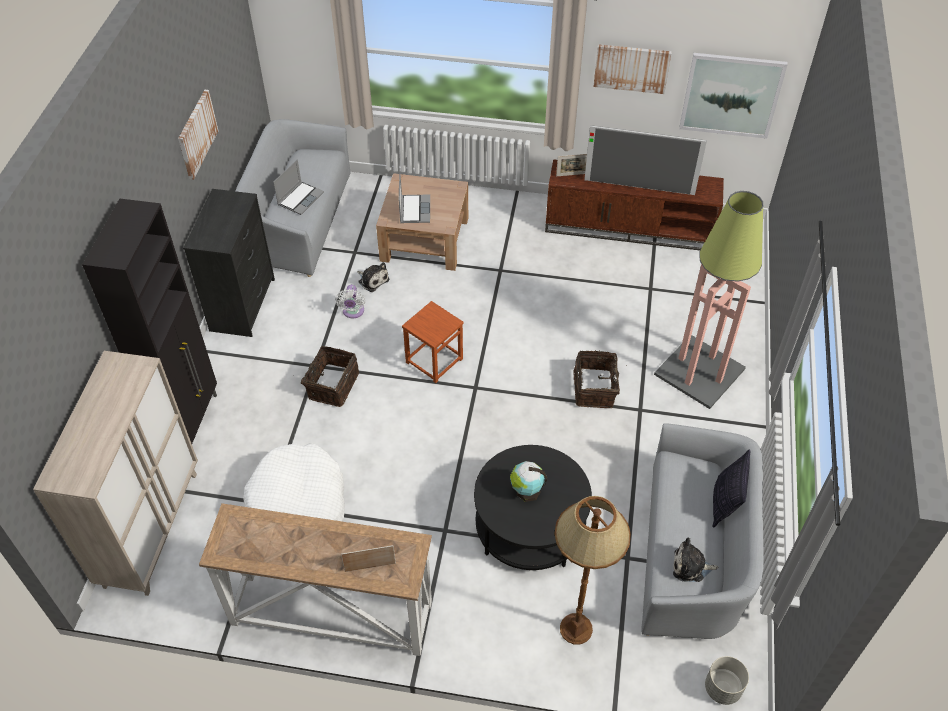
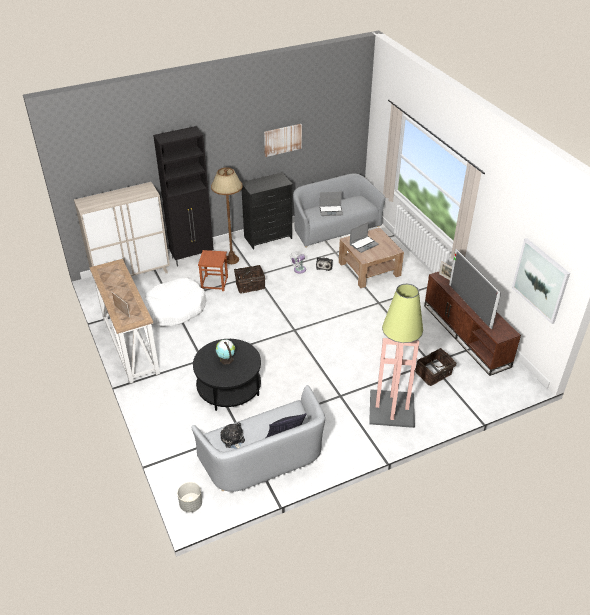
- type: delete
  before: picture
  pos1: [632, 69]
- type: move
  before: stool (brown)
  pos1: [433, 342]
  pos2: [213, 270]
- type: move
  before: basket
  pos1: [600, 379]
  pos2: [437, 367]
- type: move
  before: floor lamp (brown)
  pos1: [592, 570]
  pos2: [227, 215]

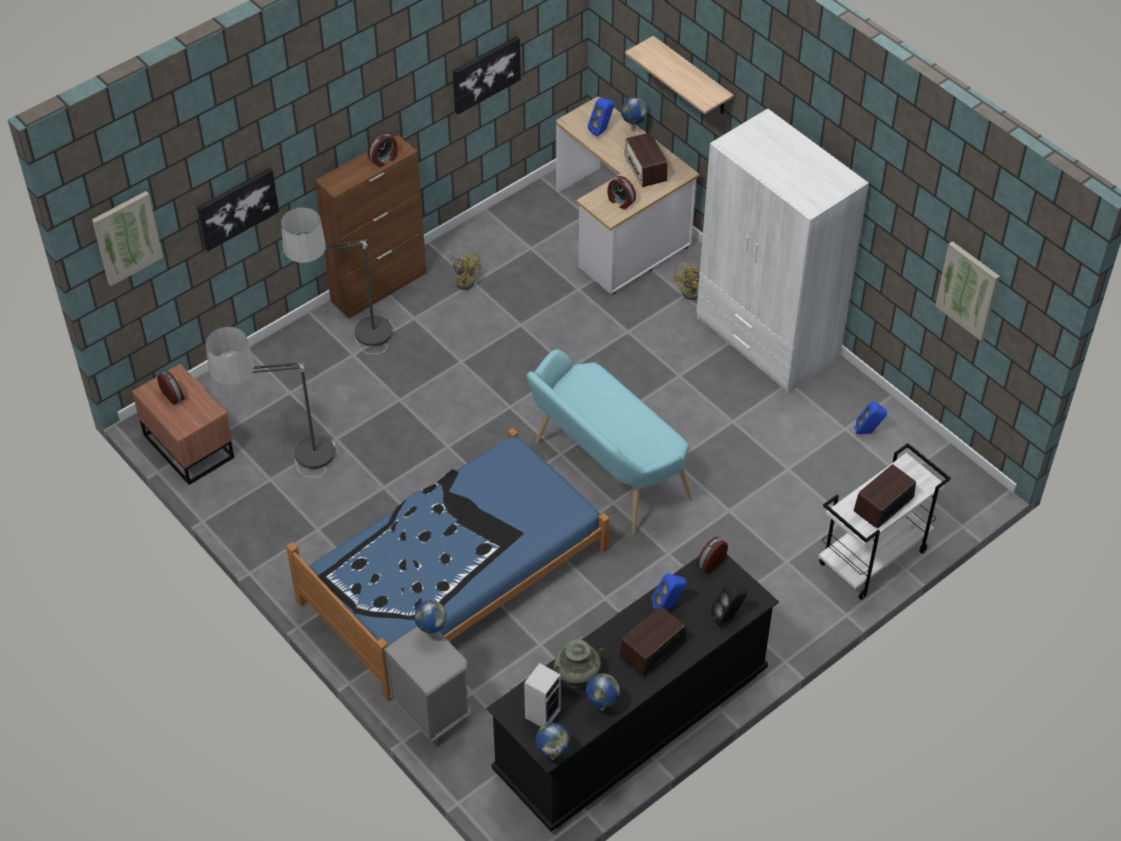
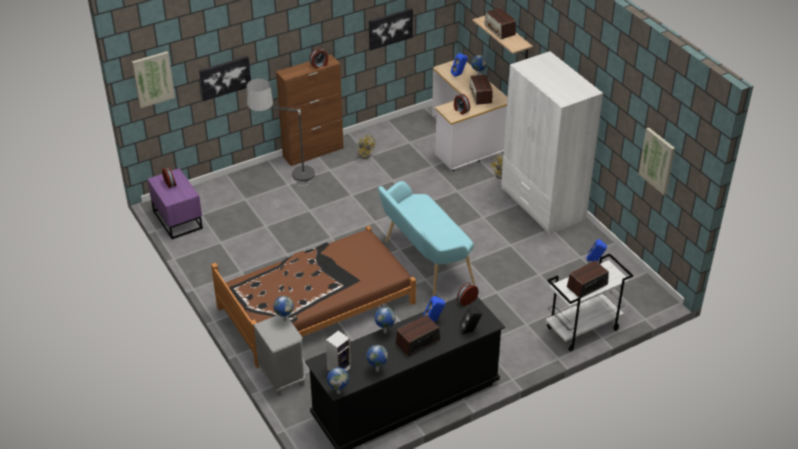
- type: delete
  before: floor lamp
  pos1: [272, 402]
- type: recolor
  before: nightstand (brown)
  after: nightstand (purple)
  pos1: [183, 424]
  pos2: [175, 203]
- type: recolor
  before: bed (blue)
  after: bed (brown)
  pos1: [447, 565]
  pos2: [313, 297]
- type: delete
  before: vase (turquoise)
  pos1: [578, 663]
- type: insert
  after: radio
  pos2: [500, 23]
- type: insert
  after: globe
  pos2: [385, 320]

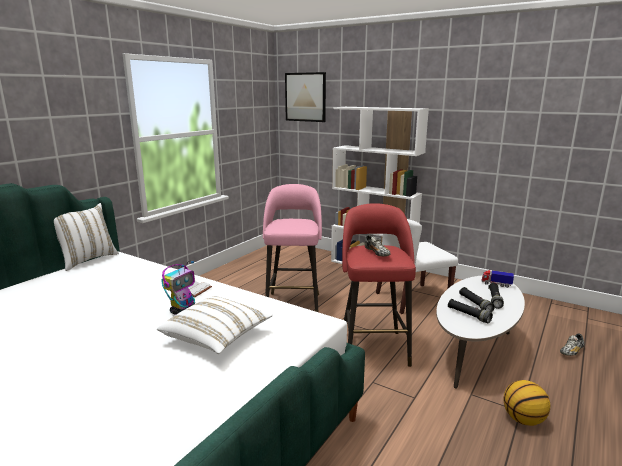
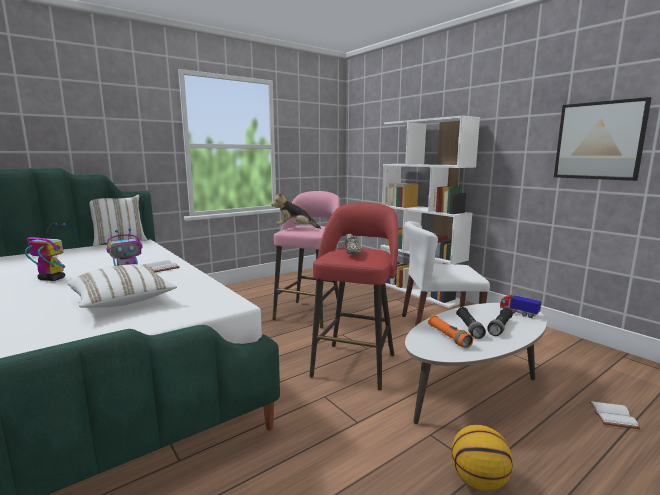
- type: move
  before: picture
  pos1: [305, 97]
  pos2: [603, 139]
- type: recolor
  before: flashlight (black)
  after: flashlight (orange)
  pos1: [470, 311]
  pos2: [450, 331]
- type: replace
  before: shoe
  after: book (white)
  pos1: [572, 345]
  pos2: [615, 415]
- type: insert
  after: plush toy
  pos2: [296, 211]
- type: insert
  after: toy robot
  pos2: [45, 252]

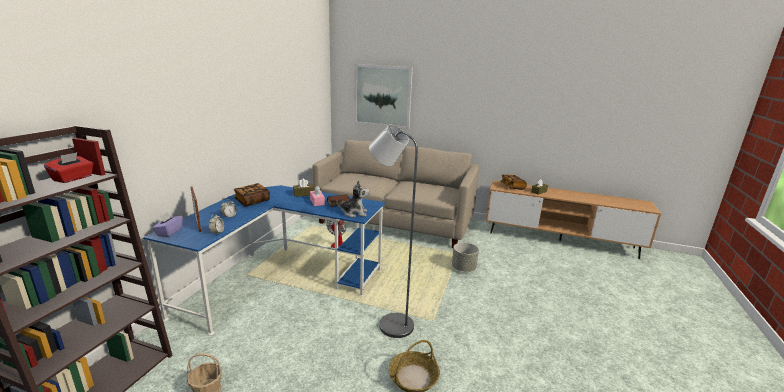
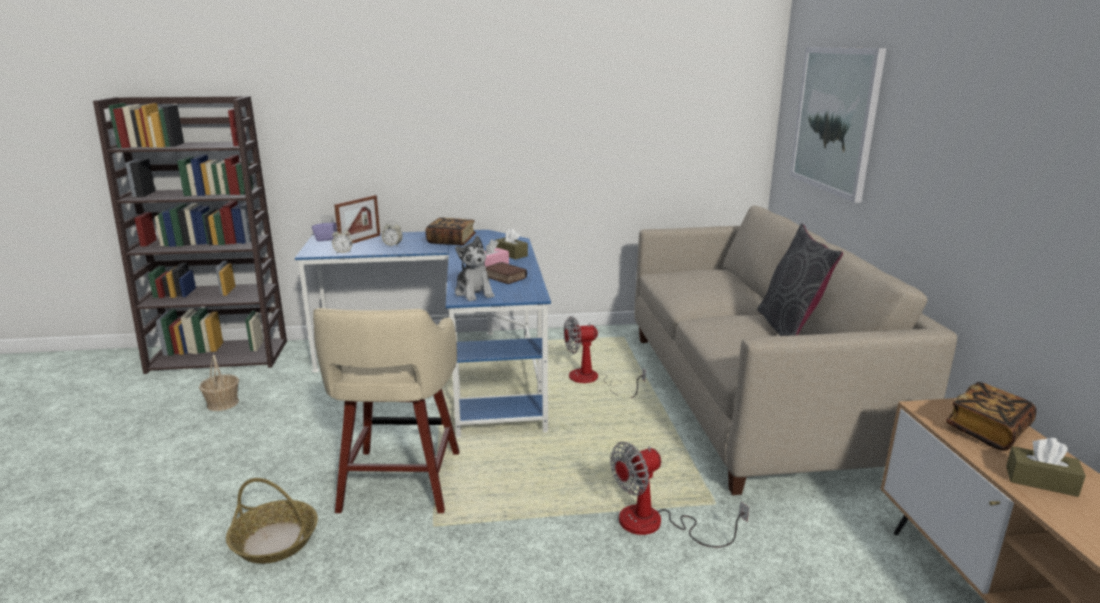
- type: replace
  before: floor lamp (grey)
  after: stool (beige)
  pos1: [393, 231]
  pos2: [386, 410]
- type: delete
  before: tissue box (red)
  pos1: [69, 167]
- type: replace
  before: planter (grey)
  after: fan
  pos1: [465, 257]
  pos2: [679, 495]
- type: insert
  after: pillow (grey)
  pos2: [800, 280]

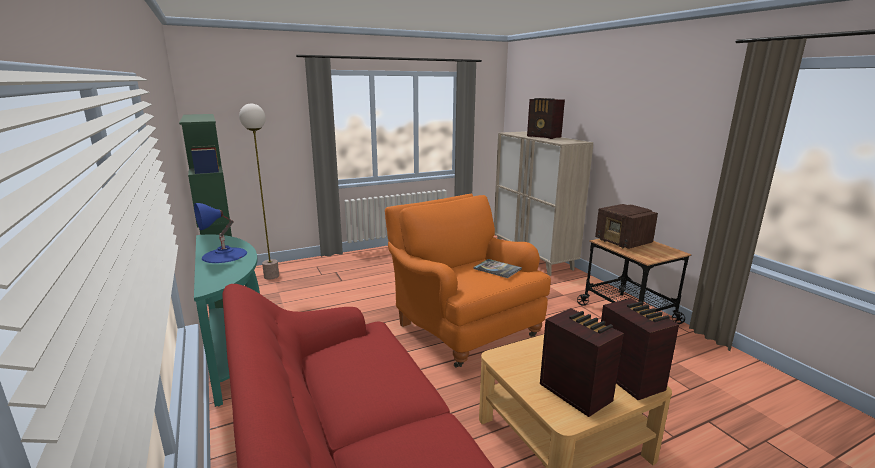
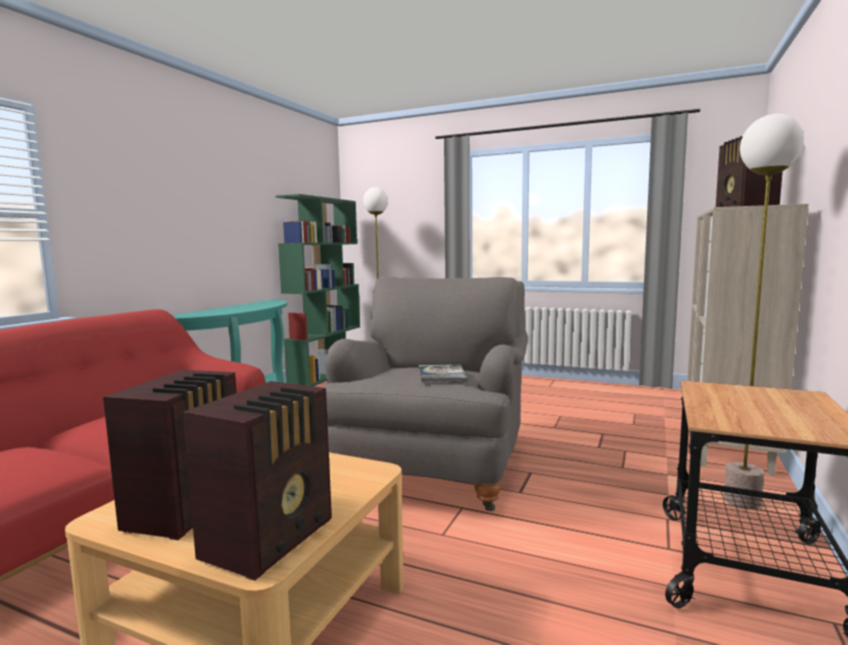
- type: recolor
  before: armchair (orange)
  after: armchair (grey)
  pos1: [468, 281]
  pos2: [424, 394]
- type: delete
  before: table lamp (blue)
  pos1: [220, 233]
- type: delete
  before: radio
  pos1: [626, 226]
- type: insert
  after: floor lamp
  pos2: [764, 311]

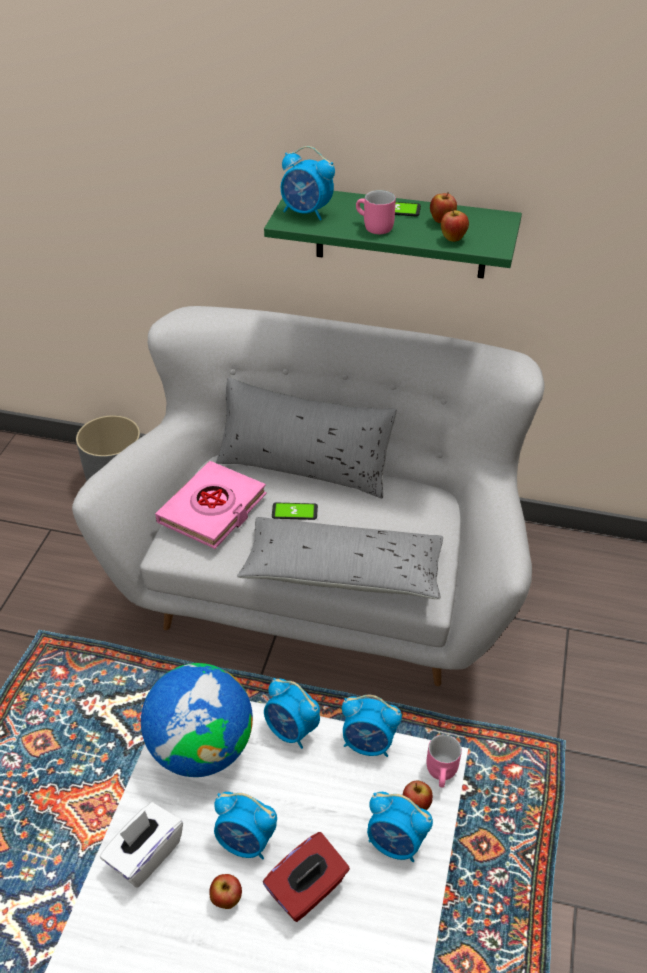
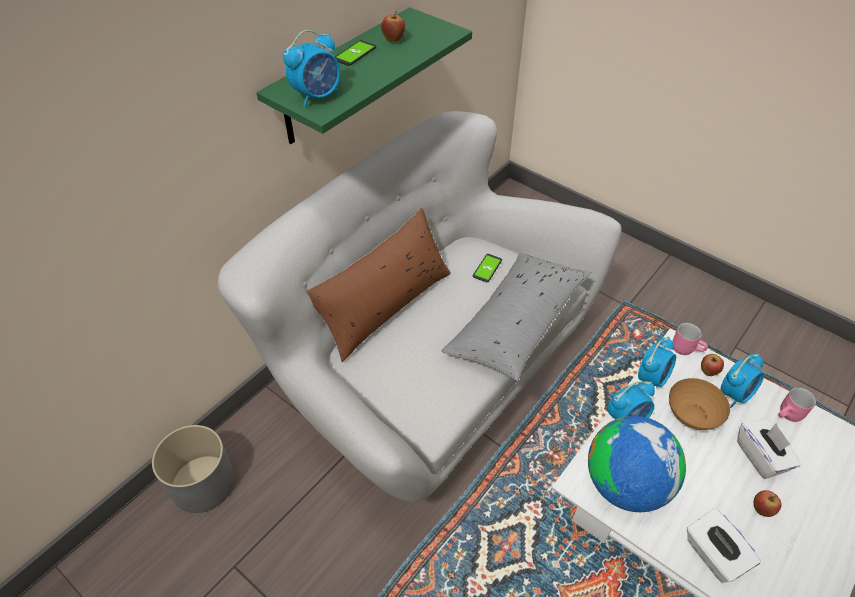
- type: move
  before: mug (pink)
  pos1: [376, 212]
  pos2: [797, 404]
- type: delete
  before: apple
  pos1: [455, 225]
- type: recolor
  before: pillow (grey)
  after: pillow (brown)
  pos1: [306, 437]
  pos2: [378, 284]
- type: delete
  before: book (pink)
  pos1: [211, 505]
- type: move
  before: phone
  pos1: [295, 511]
  pos2: [487, 268]
- type: delete
  before: alarm clock
  pos1: [245, 826]
- type: recolor
  before: tissue box (red)
  after: tissue box (white)
  pos1: [306, 877]
  pos2: [769, 449]
- type: insert
  after: bowl (brown)
  pos2: [699, 404]

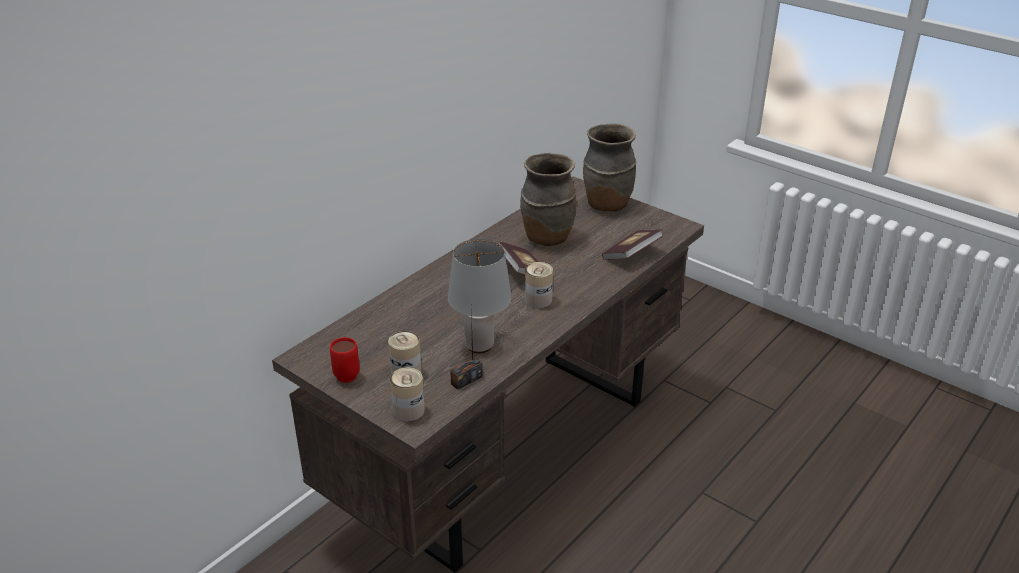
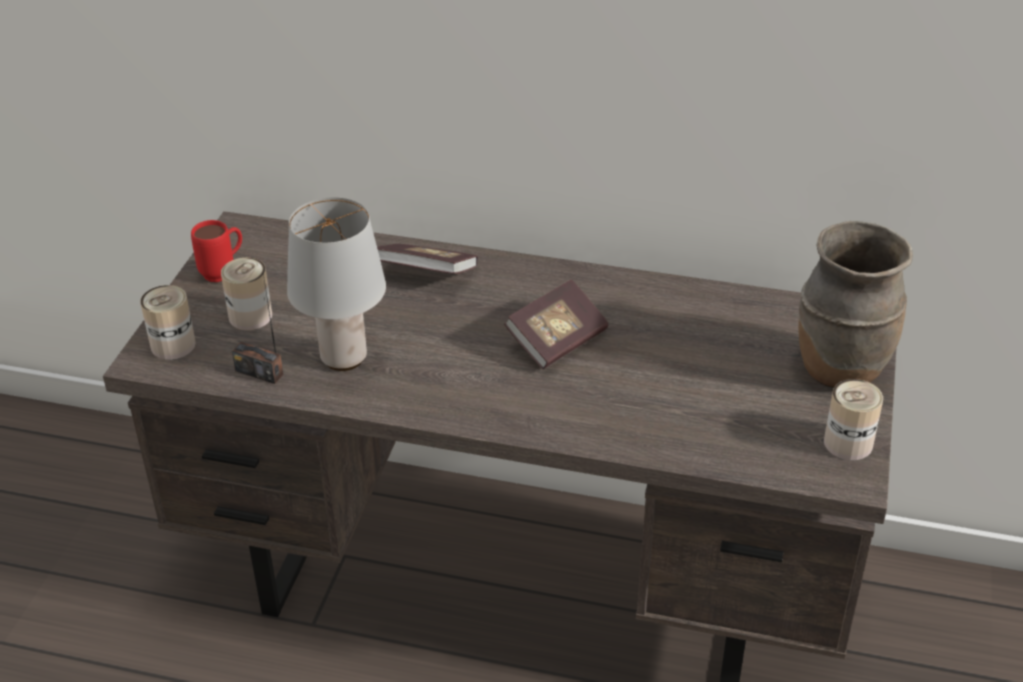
- type: delete
  before: vase (brown)
  pos1: [548, 199]
- type: move
  before: book
  pos1: [633, 244]
  pos2: [427, 259]
- type: move
  before: can
  pos1: [539, 285]
  pos2: [853, 419]

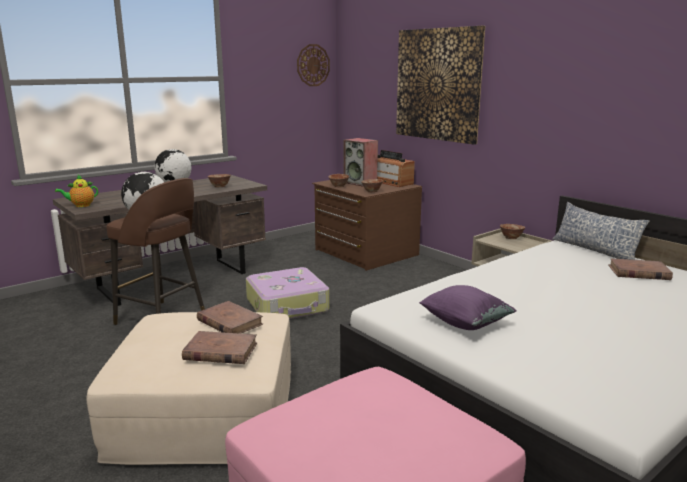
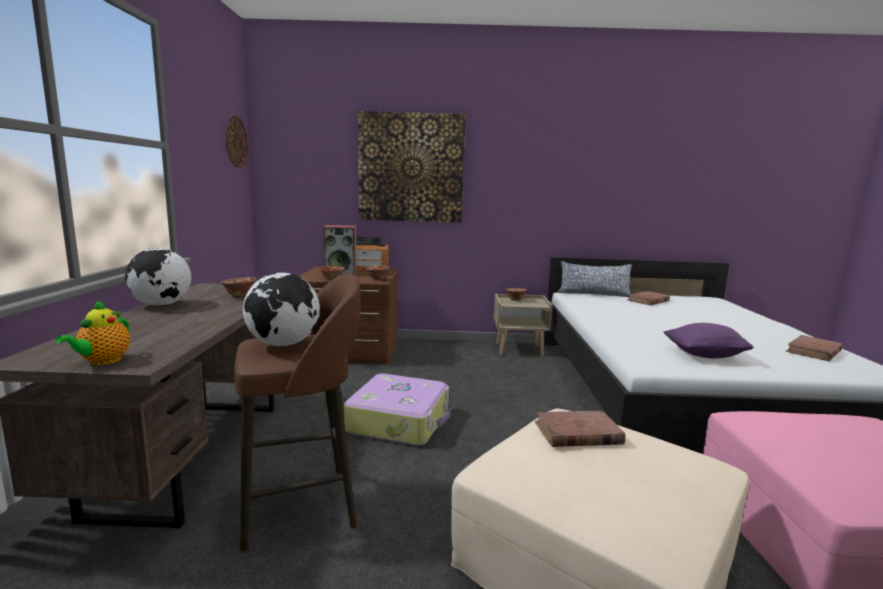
- type: move
  before: book (brown)
  pos1: [219, 347]
  pos2: [814, 348]

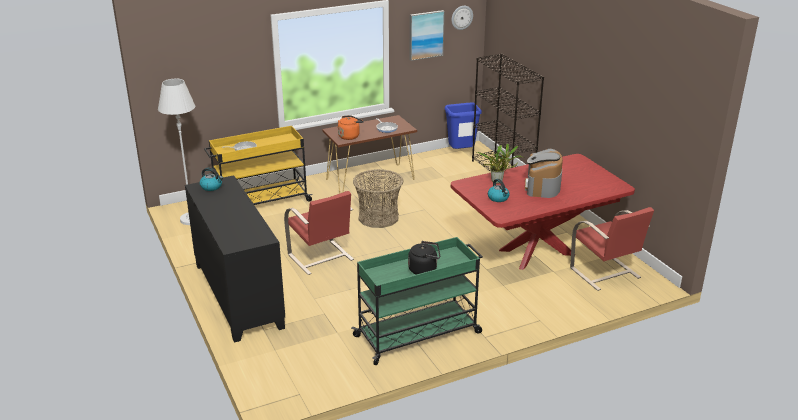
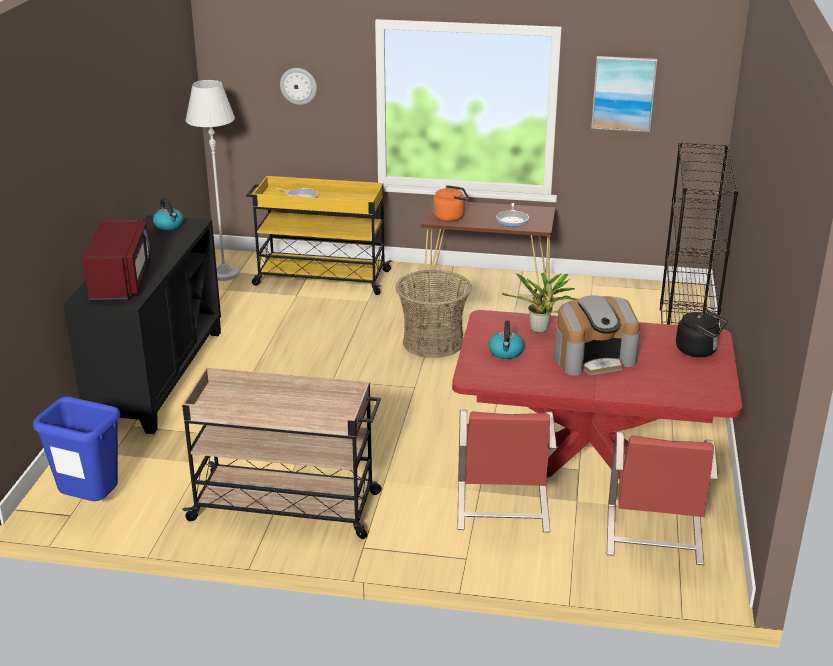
- type: move
  before: wall clock
  pos1: [462, 18]
  pos2: [298, 86]
- type: move
  before: trash can (blue)
  pos1: [463, 125]
  pos2: [76, 449]
- type: rotate
  before: coffee machine
  pos1: [544, 173]
  pos2: [597, 335]
  turn: -150
- type: move
  before: chair (red)
  pos1: [319, 233]
  pos2: [507, 471]
- type: recolor
  before: cart (green)
  after: cart (beige)
  pos1: [417, 301]
  pos2: [281, 453]
- type: move
  before: kettle (black)
  pos1: [424, 258]
  pos2: [702, 333]
- type: insert
  after: microwave (red)
  pos2: [117, 259]

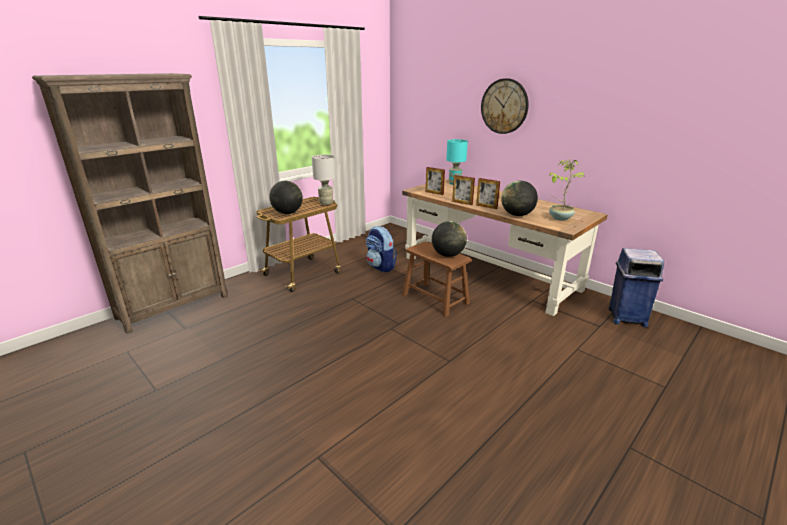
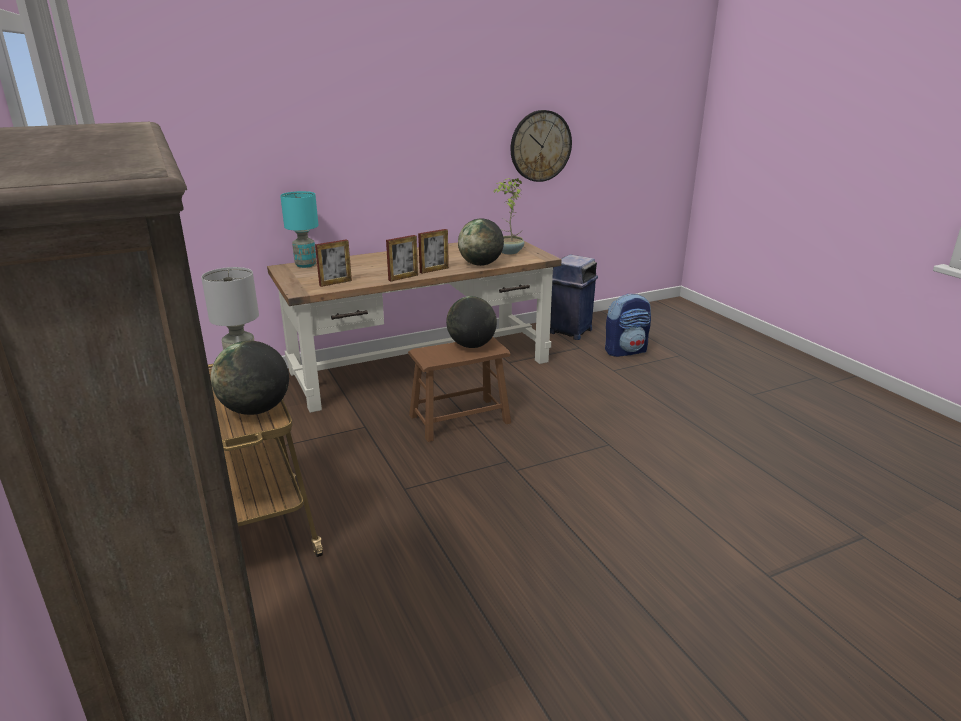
- type: move
  before: wall clock
  pos1: [505, 106]
  pos2: [541, 146]
- type: move
  before: backpack
  pos1: [381, 249]
  pos2: [628, 325]

